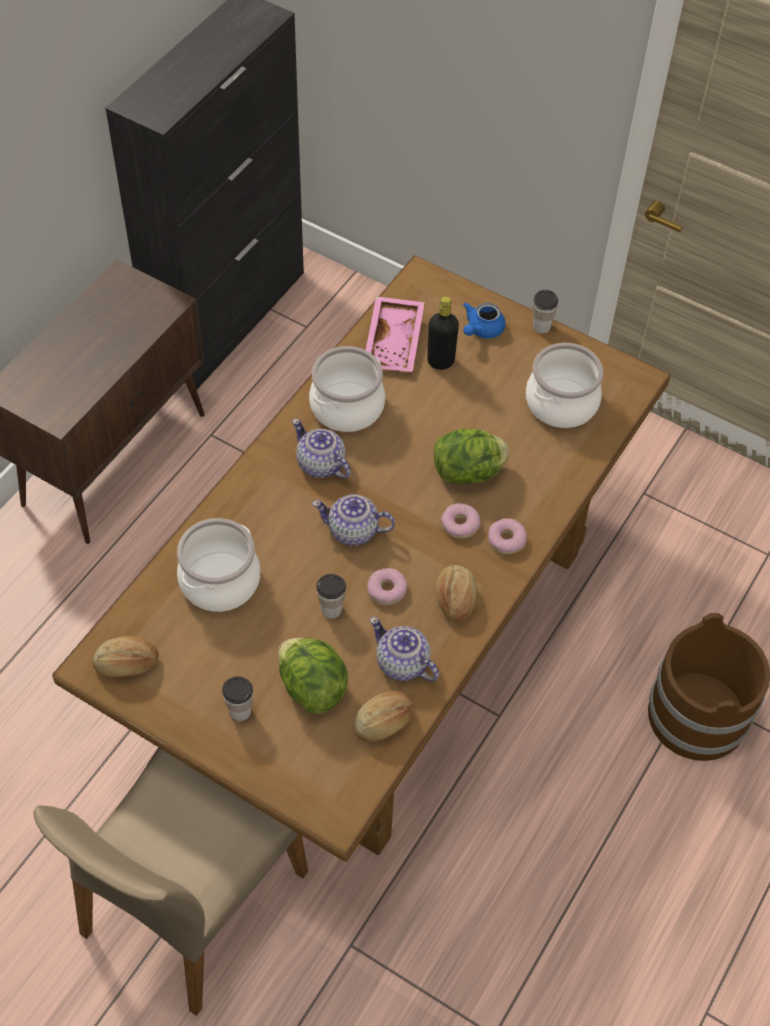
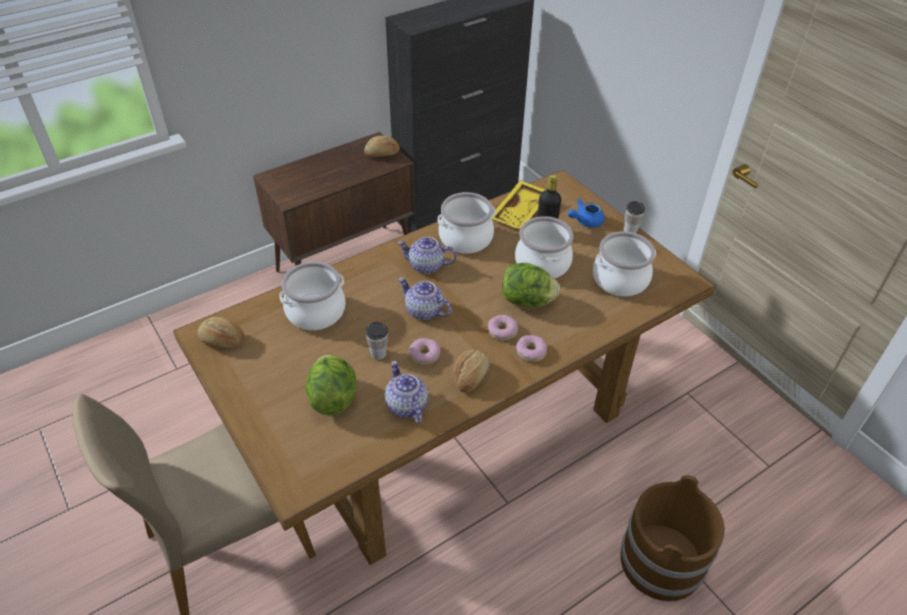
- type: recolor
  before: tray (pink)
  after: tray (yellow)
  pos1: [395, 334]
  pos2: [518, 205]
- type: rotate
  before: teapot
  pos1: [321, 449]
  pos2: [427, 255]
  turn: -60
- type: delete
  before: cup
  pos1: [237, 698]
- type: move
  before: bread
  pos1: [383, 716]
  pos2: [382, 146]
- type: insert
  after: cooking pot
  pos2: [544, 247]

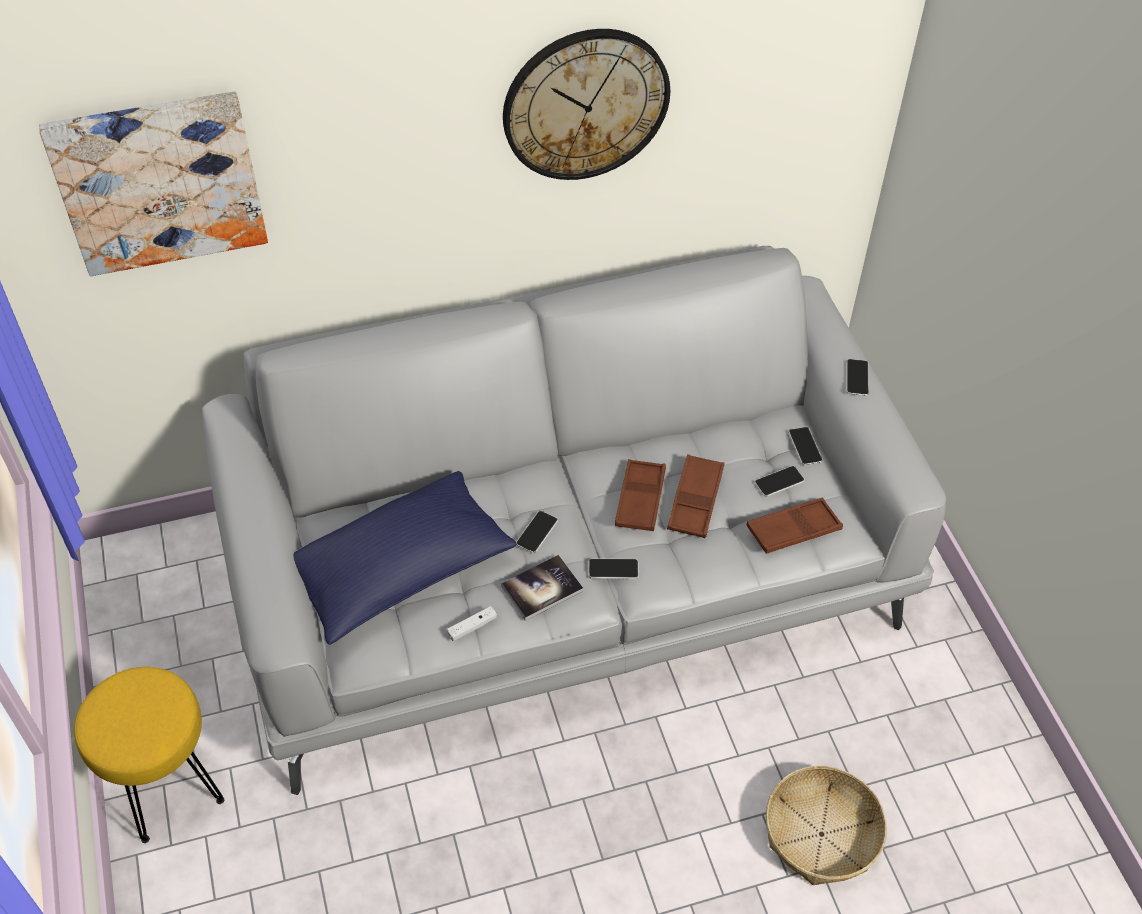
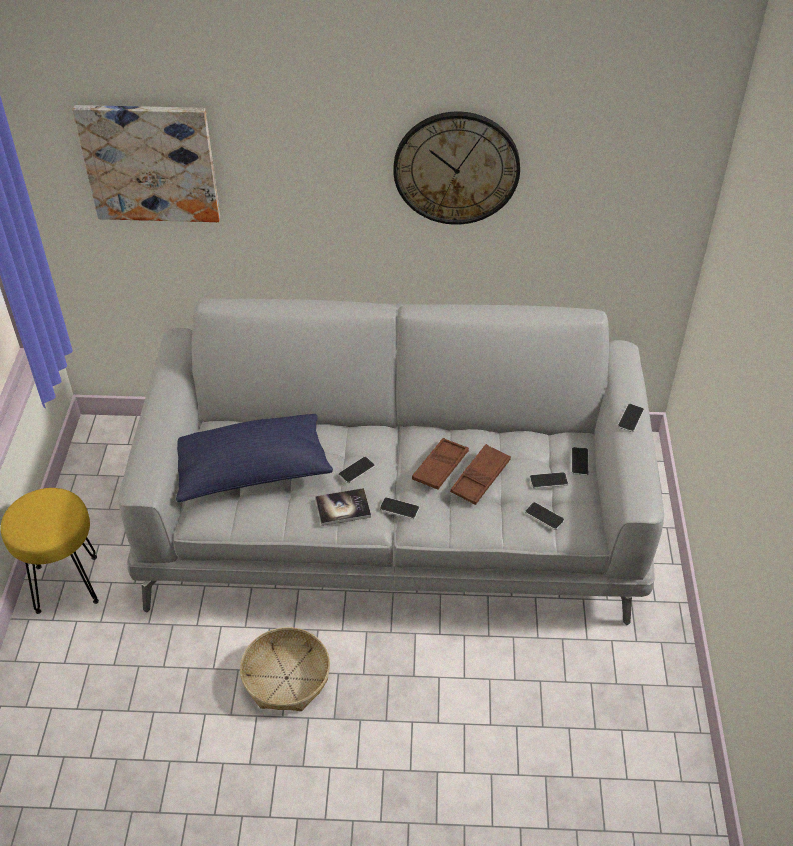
- type: replace
  before: tray (brown)
  after: phone
  pos1: [795, 526]
  pos2: [544, 516]
- type: delete
  before: game controller (white)
  pos1: [472, 623]
- type: move
  before: basket
  pos1: [826, 825]
  pos2: [285, 669]

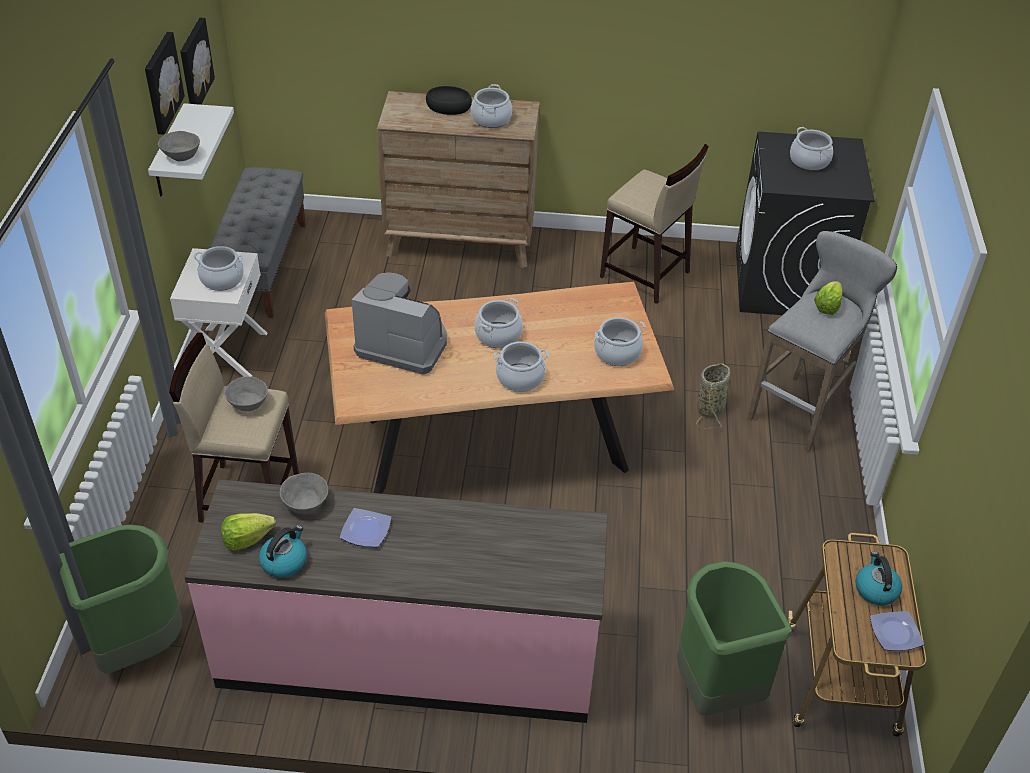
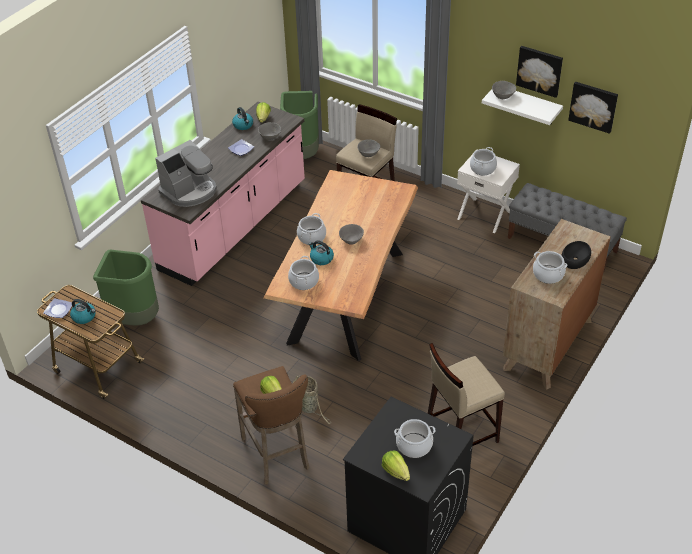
- type: recolor
  before: stool (grey)
  after: stool (brown)
  pos1: [822, 341]
  pos2: [271, 425]
- type: move
  before: coffee machine
  pos1: [399, 323]
  pos2: [186, 173]
- type: replace
  before: cooking pot
  after: bowl (grey)
  pos1: [499, 323]
  pos2: [351, 234]
- type: insert
  after: kettle
  pos2: [321, 252]
- type: insert
  after: lettuce
  pos2: [396, 466]

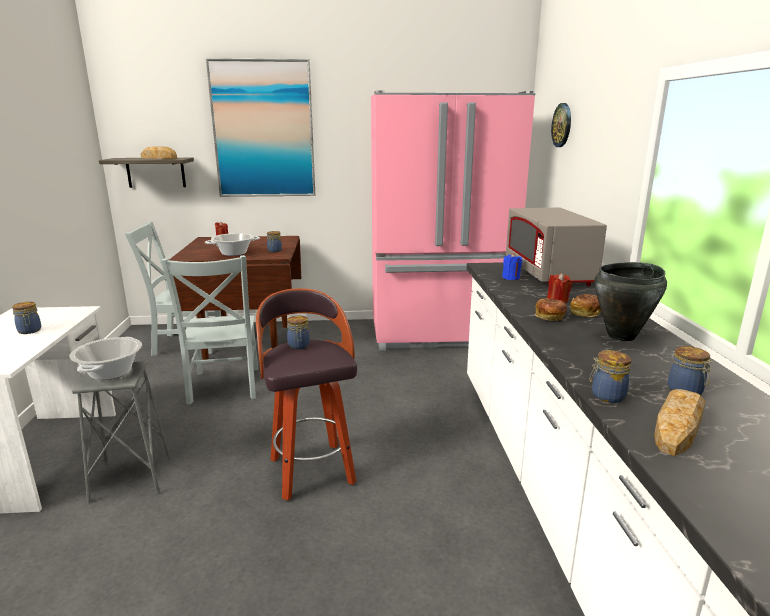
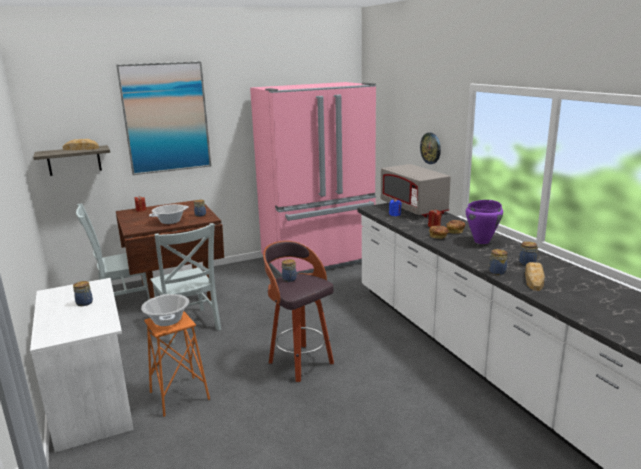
- type: move
  before: wall clock
  pos1: [561, 125]
  pos2: [430, 148]
- type: recolor
  before: cooking pot (black)
  after: cooking pot (purple)
  pos1: [630, 301]
  pos2: [484, 222]
- type: recolor
  before: stool (grey)
  after: stool (orange)
  pos1: [121, 432]
  pos2: [177, 364]

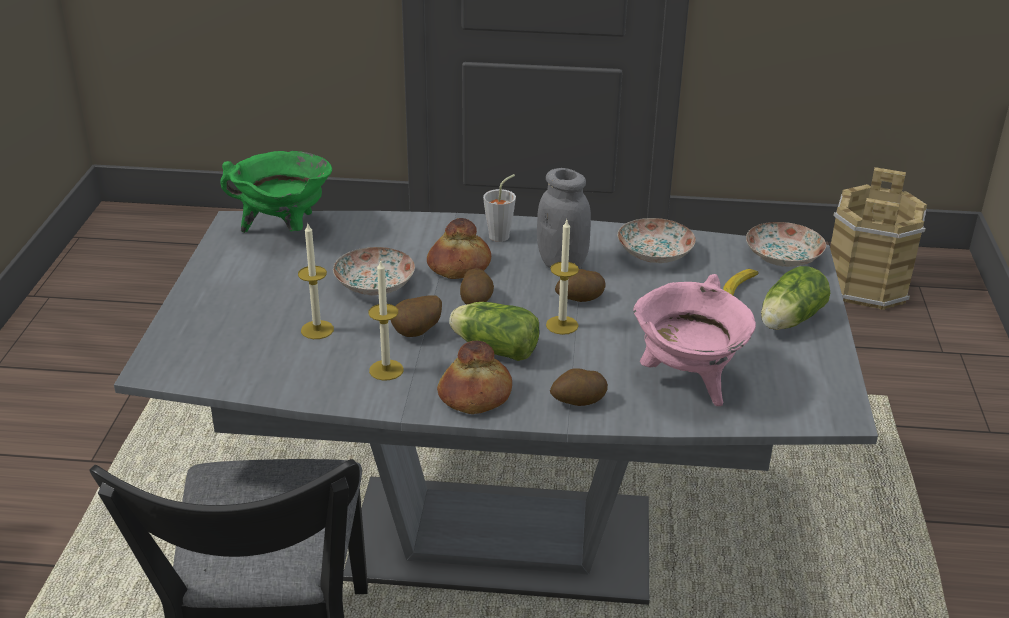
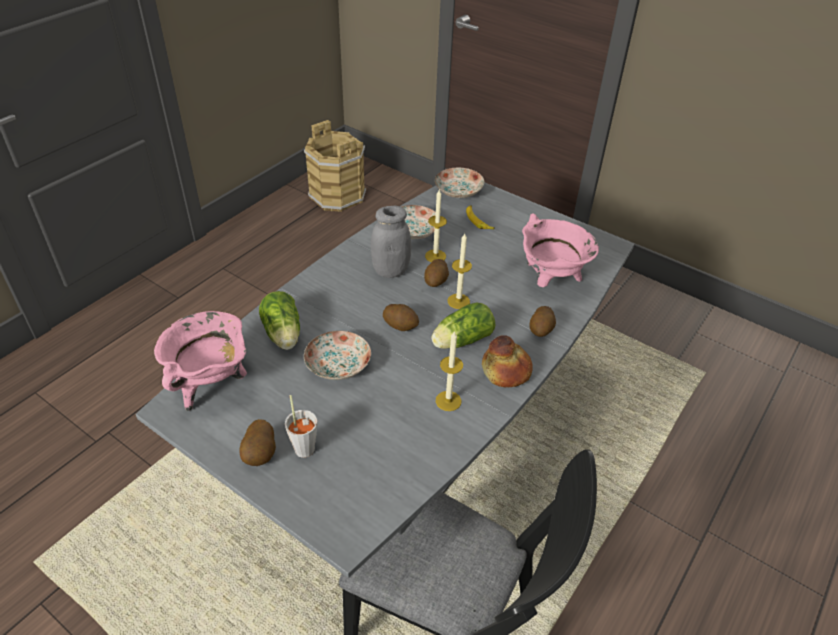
- type: recolor
  before: cooking pot (green)
  after: cooking pot (pink)
  pos1: [276, 192]
  pos2: [200, 361]
- type: move
  before: cup (grey)
  pos1: [499, 208]
  pos2: [301, 426]
- type: delete
  before: bread
  pos1: [459, 248]
- type: move
  before: candle
  pos1: [316, 281]
  pos2: [436, 226]
- type: move
  before: lettuce
  pos1: [795, 298]
  pos2: [279, 320]
- type: move
  before: potato
  pos1: [416, 316]
  pos2: [257, 442]

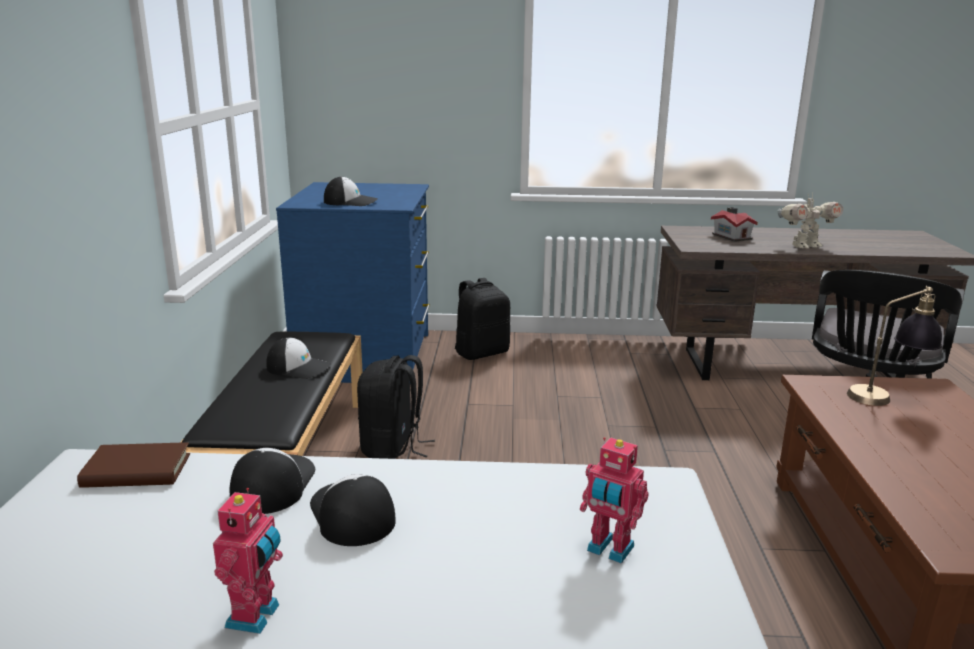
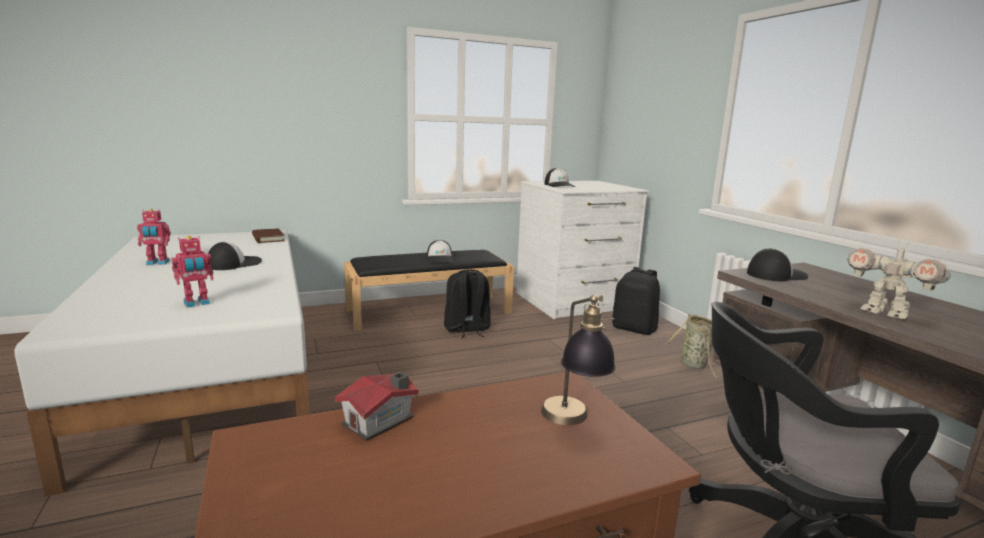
- type: recolor
  before: dresser (blue)
  after: dresser (white)
  pos1: [353, 282]
  pos2: [582, 250]
- type: move
  before: toy house
  pos1: [734, 224]
  pos2: [377, 406]
- type: rotate
  before: toy robot
  pos1: [614, 500]
  pos2: [192, 272]
  turn: -135
- type: move
  before: cap
  pos1: [273, 481]
  pos2: [777, 264]
- type: insert
  after: basket
  pos2: [692, 347]

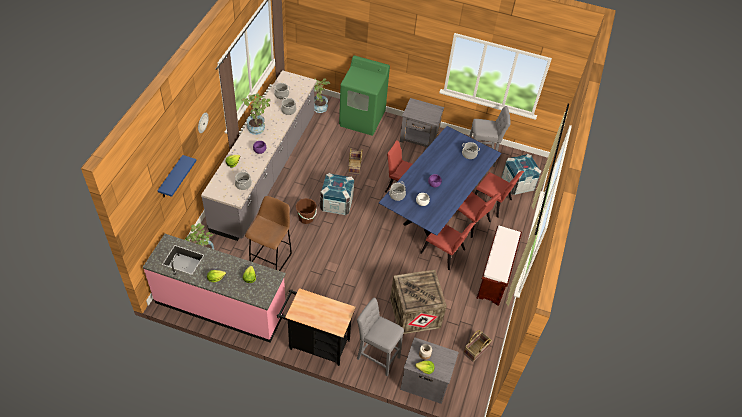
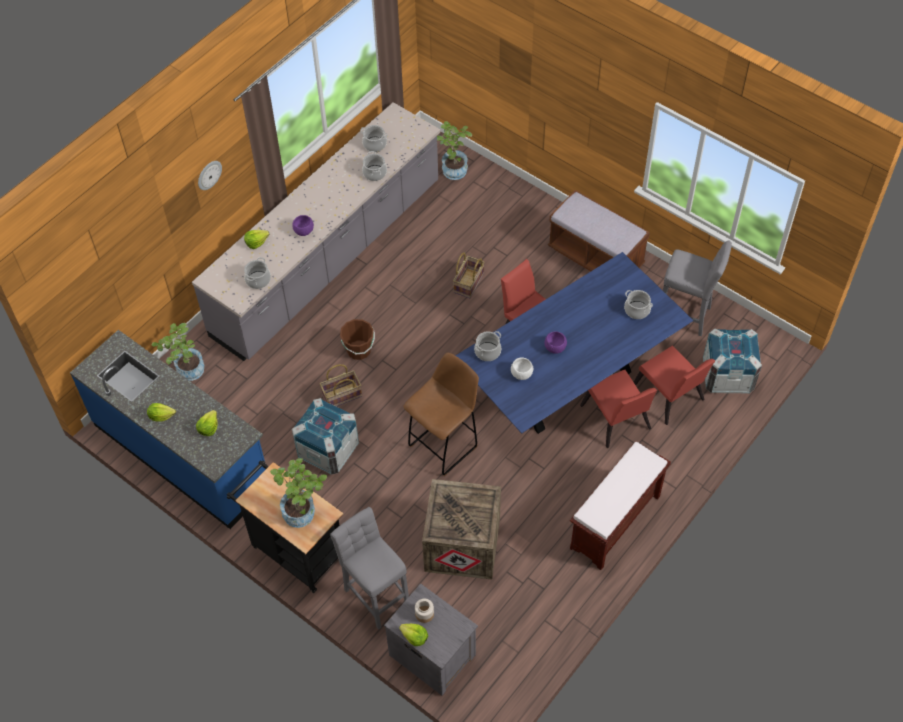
- type: delete
  before: washing machine (green)
  pos1: [364, 96]
- type: move
  before: potted plant
  pos1: [256, 114]
  pos2: [298, 493]
- type: replace
  before: nightstand (grey)
  after: bench (brown)
  pos1: [422, 122]
  pos2: [599, 230]
- type: delete
  before: shelf (blue)
  pos1: [177, 176]
- type: move
  before: crate
  pos1: [337, 194]
  pos2: [325, 436]
- type: move
  before: stool (brown)
  pos1: [268, 233]
  pos2: [441, 414]
- type: delete
  before: chair (red)
  pos1: [447, 246]
- type: recolor
  before: counter (pink)
  after: counter (blue)
  pos1: [214, 288]
  pos2: [168, 429]
- type: move
  before: basket
  pos1: [477, 346]
  pos2: [341, 385]

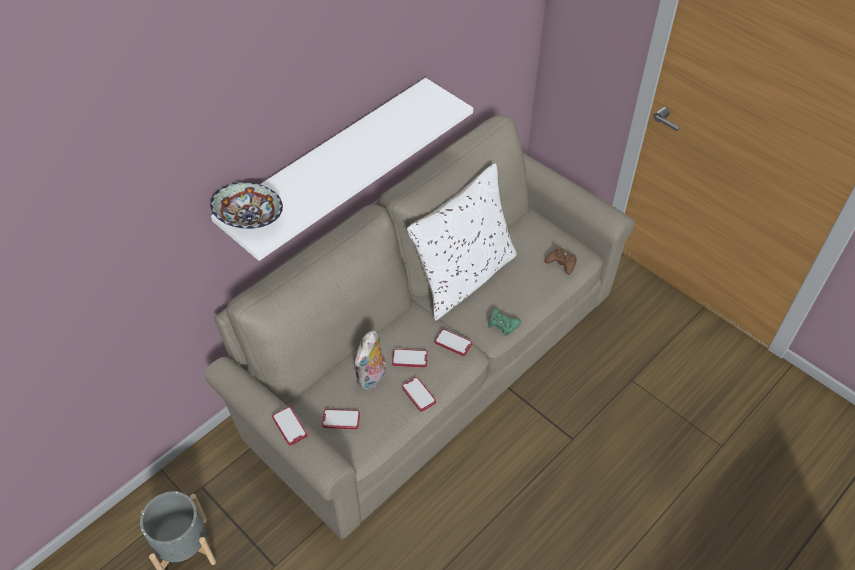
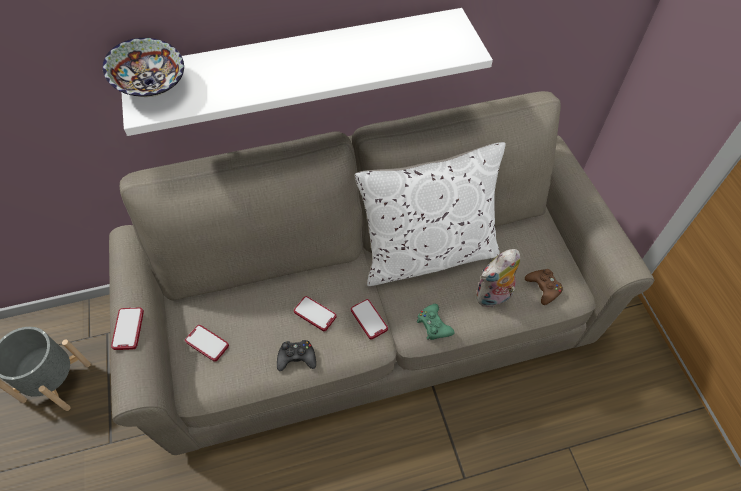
- type: move
  before: plush toy
  pos1: [370, 360]
  pos2: [498, 278]
- type: replace
  before: phone
  after: game controller (black)
  pos1: [419, 394]
  pos2: [296, 355]

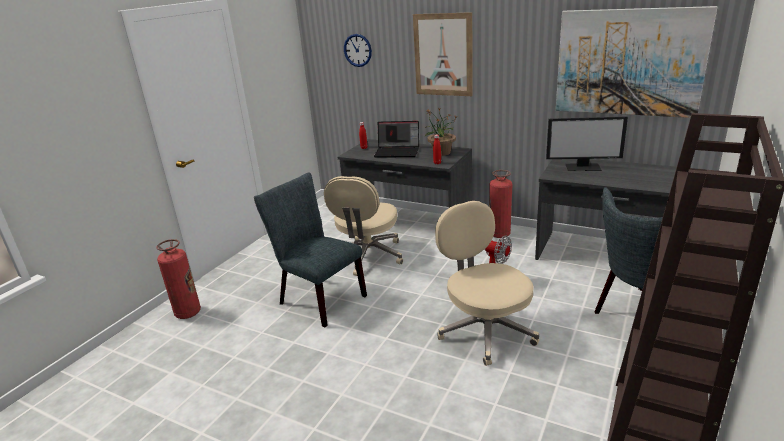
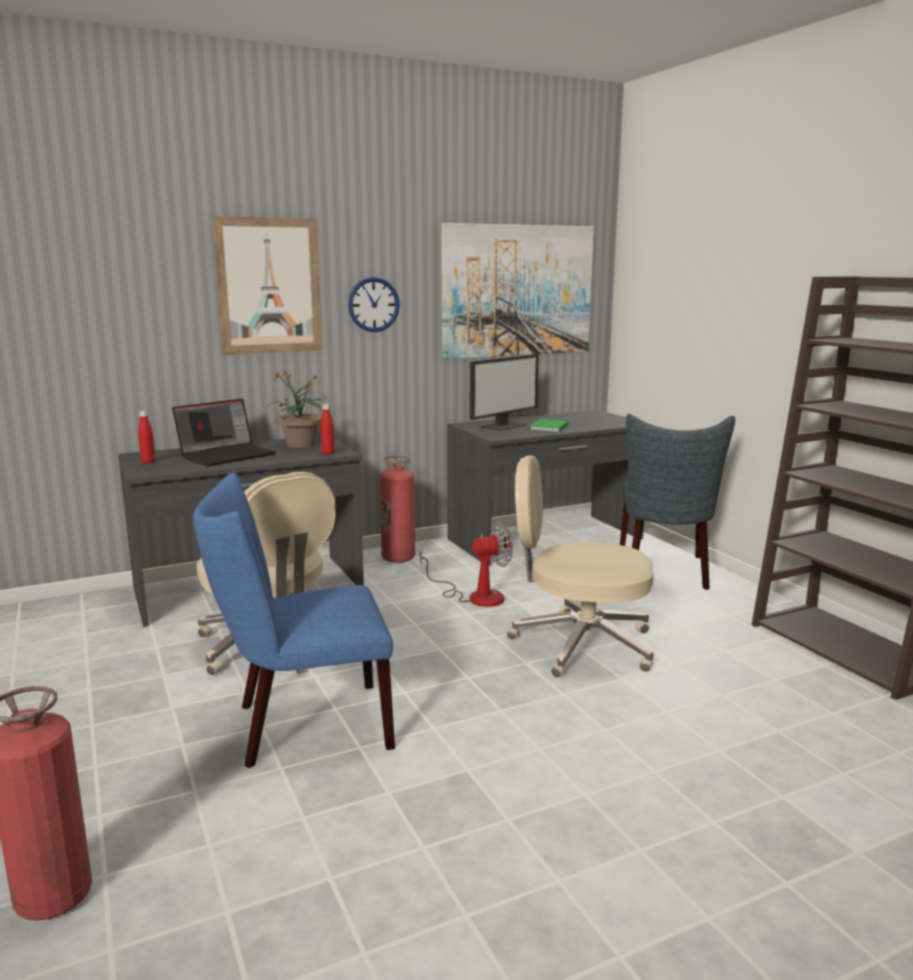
- type: move
  before: wall clock
  pos1: [358, 50]
  pos2: [374, 304]
- type: recolor
  before: chair (grey)
  after: chair (blue)
  pos1: [310, 249]
  pos2: [294, 620]
- type: insert
  after: book (green)
  pos2: [549, 426]

